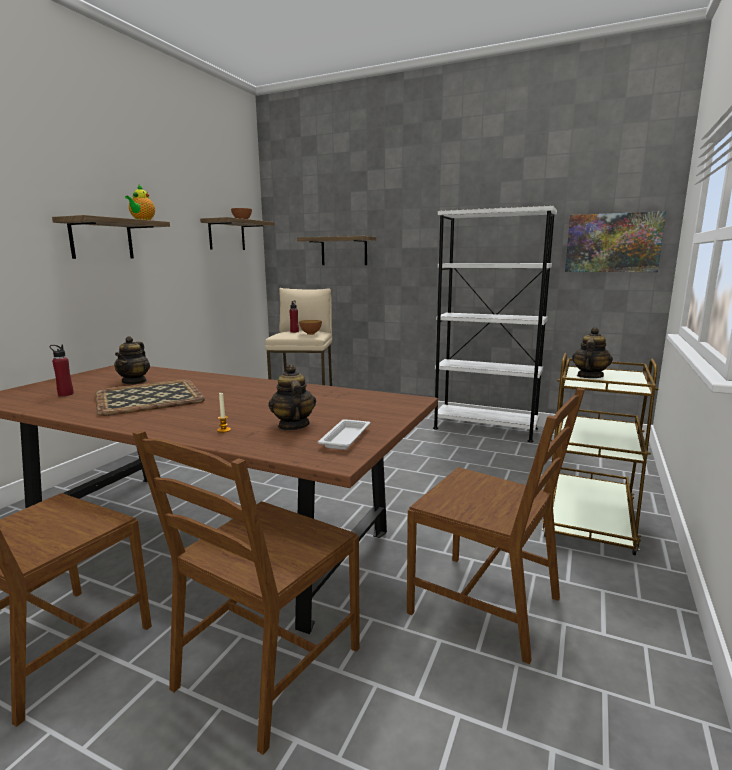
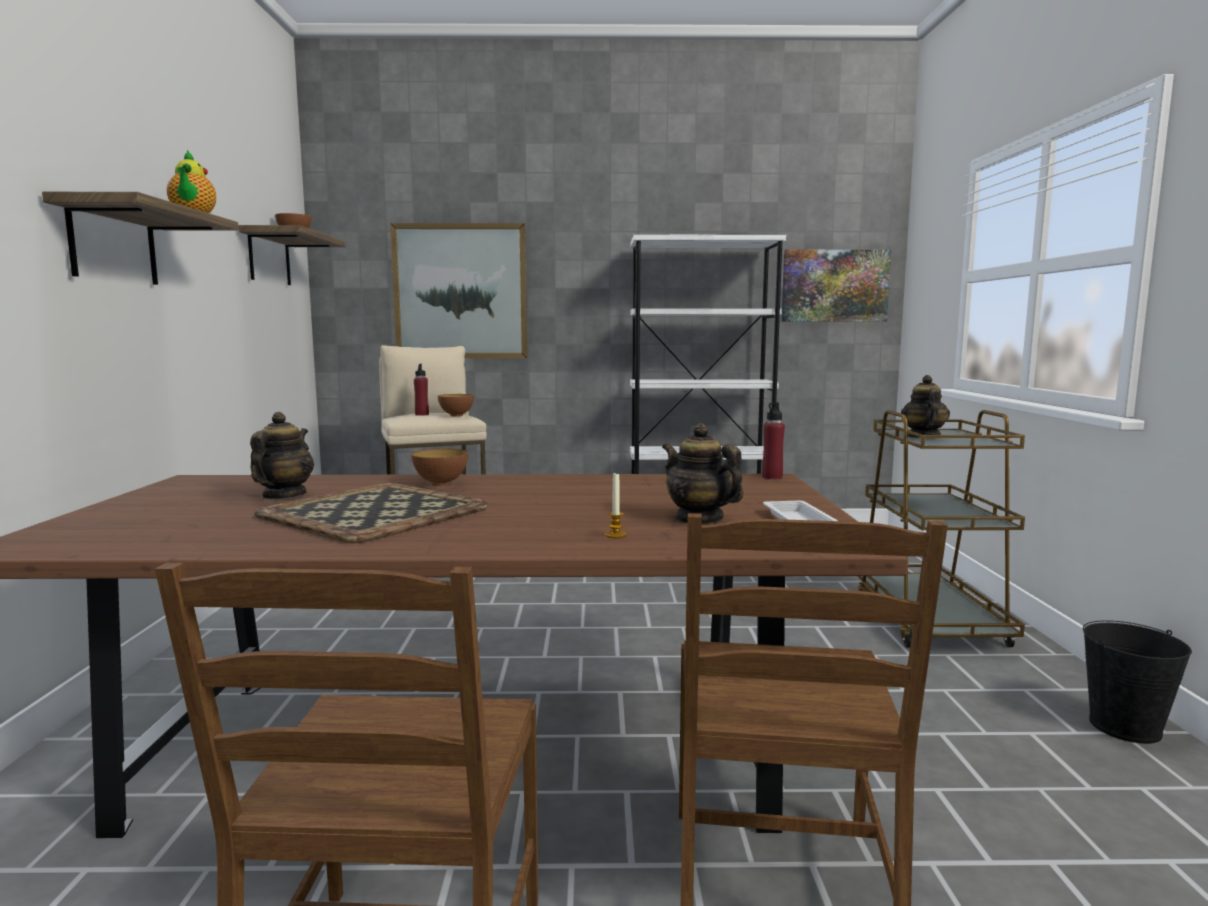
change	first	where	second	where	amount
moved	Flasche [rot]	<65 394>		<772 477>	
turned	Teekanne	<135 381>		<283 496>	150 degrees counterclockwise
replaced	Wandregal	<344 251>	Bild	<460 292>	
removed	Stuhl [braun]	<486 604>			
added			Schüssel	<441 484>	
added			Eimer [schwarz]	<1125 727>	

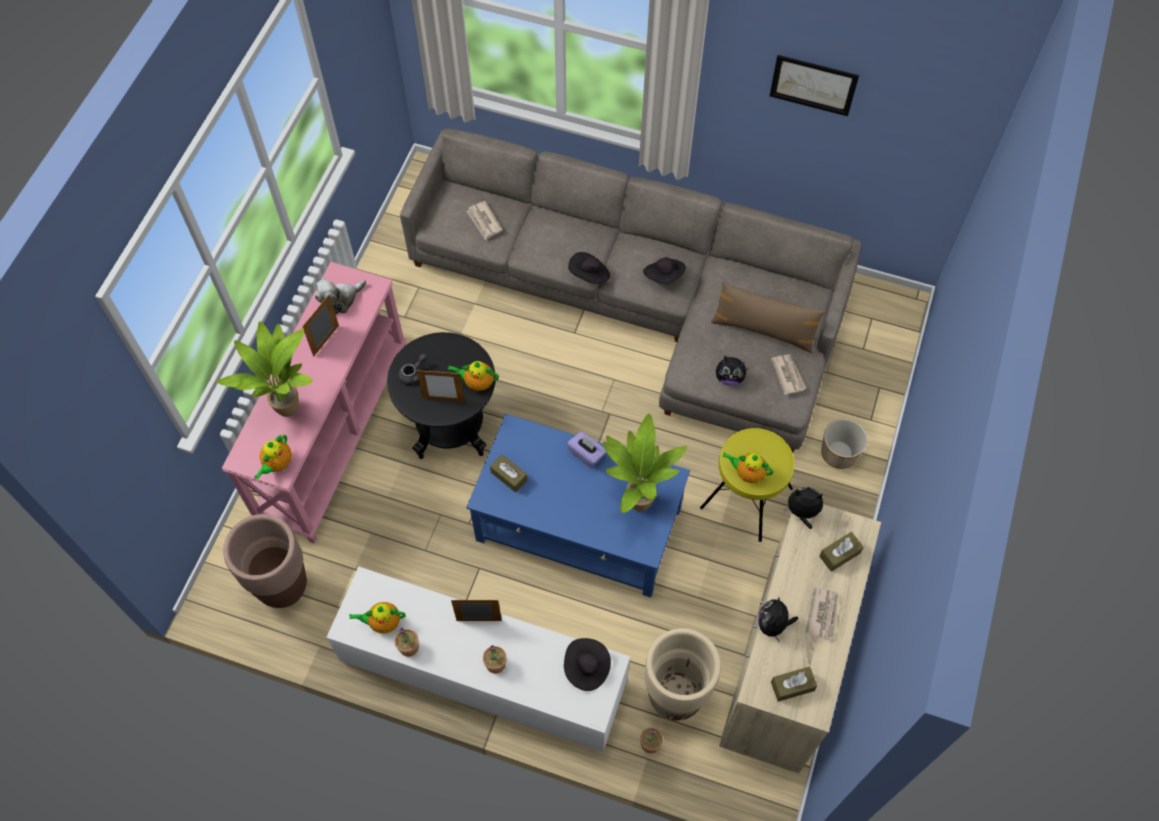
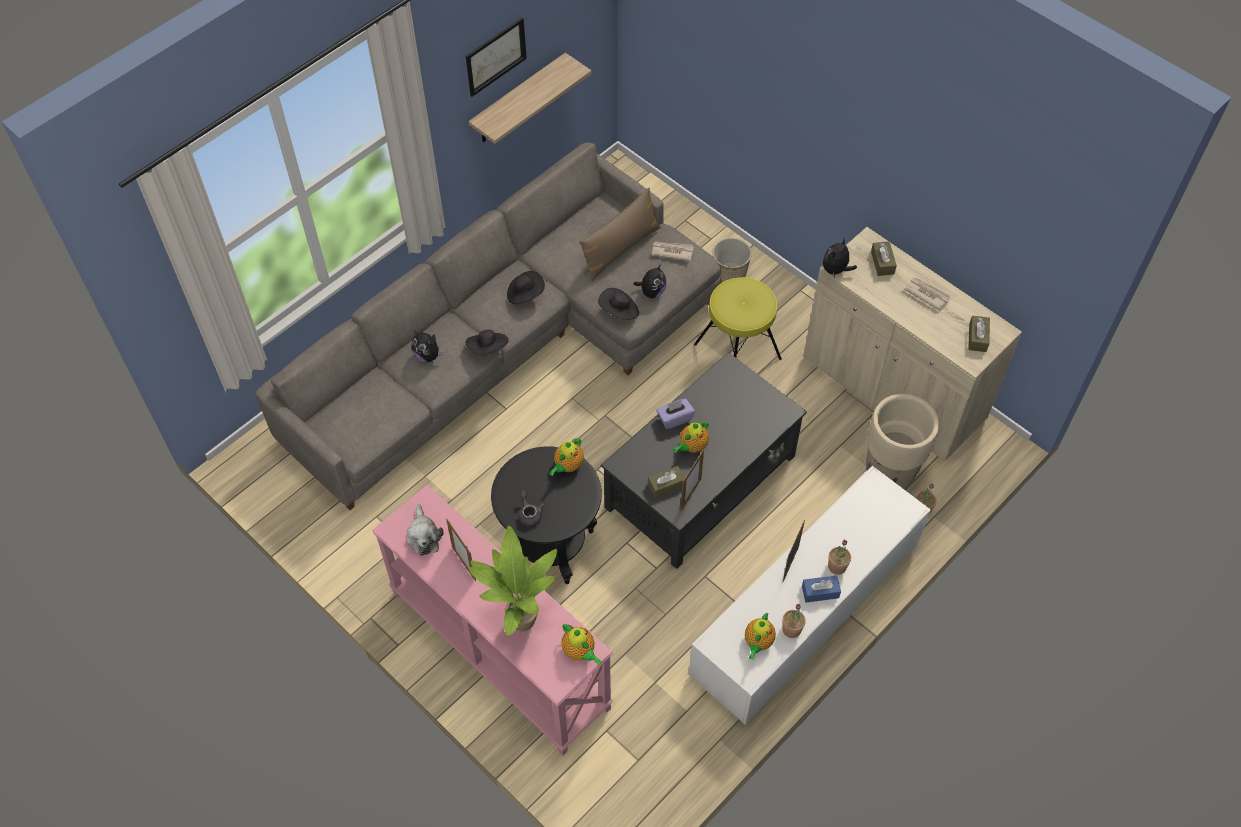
change	first	where	second	where	amount
removed	Pflanzkübel [braun]	<282 586>			
moved	Bilderrahmen	<443 400>		<690 494>	
removed	Zeitung	<484 222>			
recoloured	Couchtisch [blau]	<580 525>	Couchtisch [schwarz]	<701 481>	
moved	Hut [schwarz]	<586 668>		<619 311>	
removed	Topfpflanze	<636 501>			
moved	Teekanne	<747 473>		<692 446>	
moved	Plüschtier	<773 624>		<428 355>	
added			Wandregal	<518 100>	
added			Taschentuchbox [blau]	<820 592>	

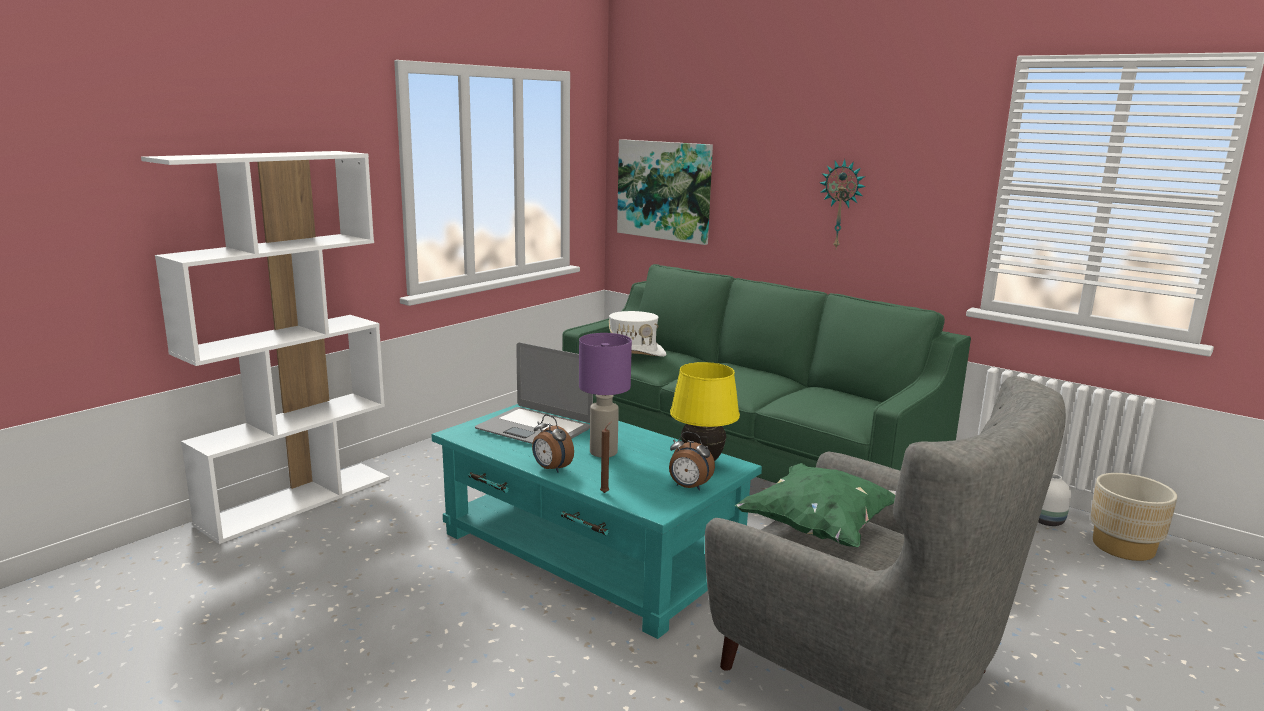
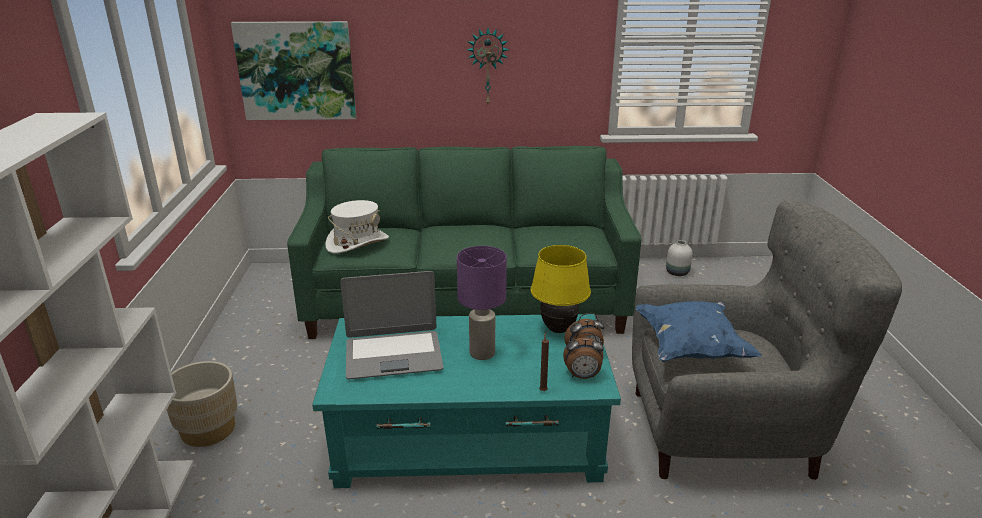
change	first	where	second	where	amount
moved	Wecker	<551 469>		<582 376>	
recoloured	Kissen [grün]	<819 528>	Kissen [blau]	<690 349>	
moved	Pflanzkübel [beige]	<1123 547>		<208 430>	

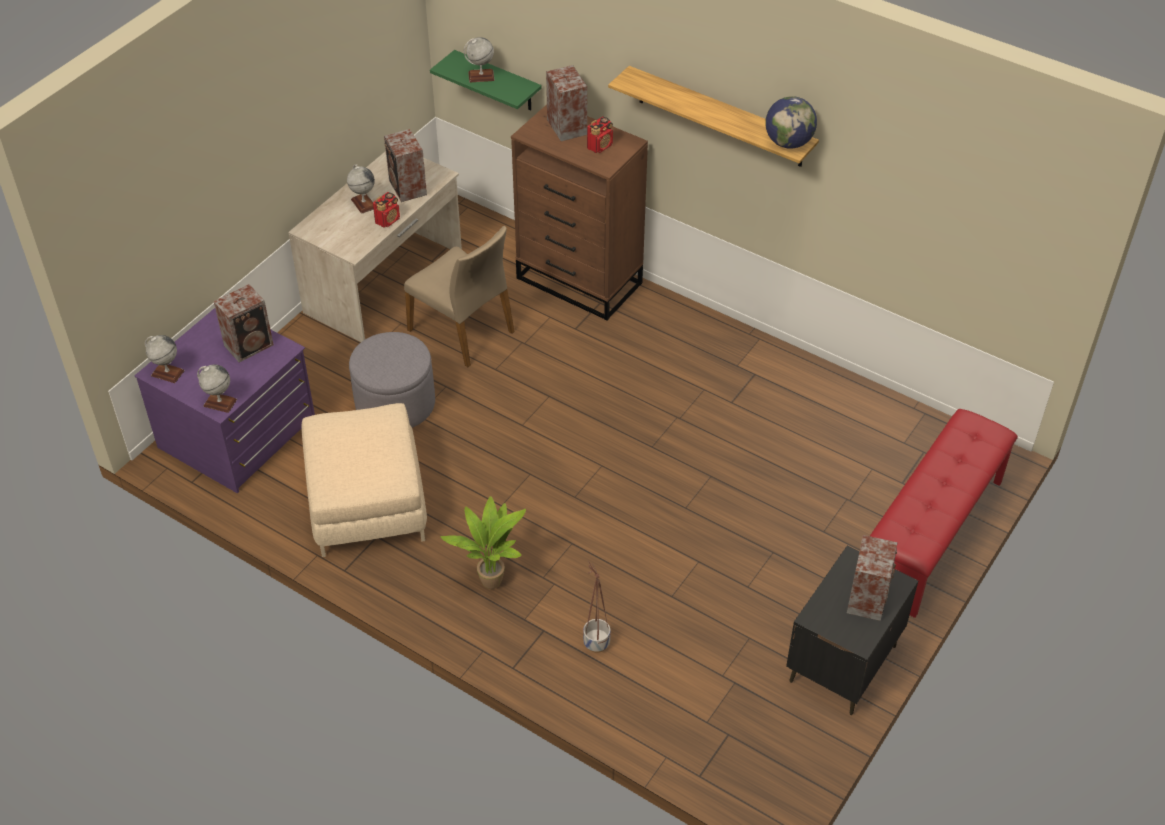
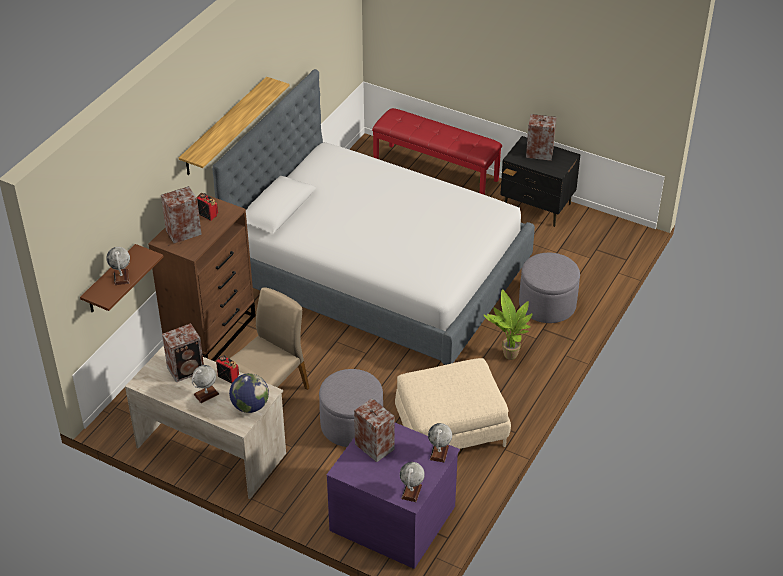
change	first	where	second	where	amount
recoloured	Wandregal [grün]	<498 81>	Wandregal [braun]	<110 280>	
replaced	Pflanzkübel	<596 644>	Polsterhocker [grau]	<547 305>	
moved	Globus	<788 143>		<250 406>	
added			Bett	<378 274>	

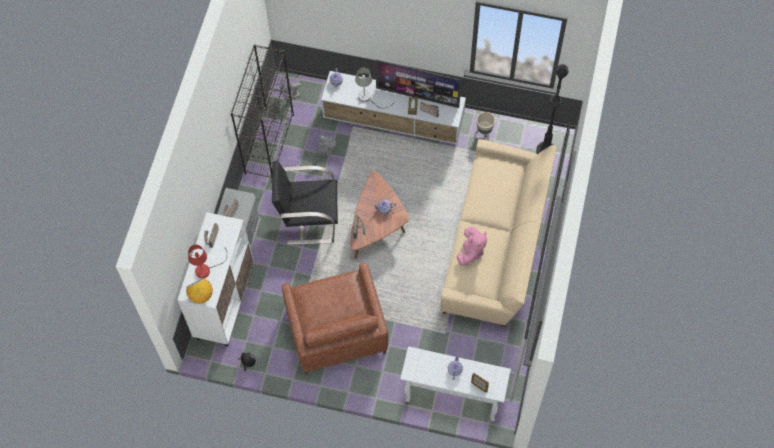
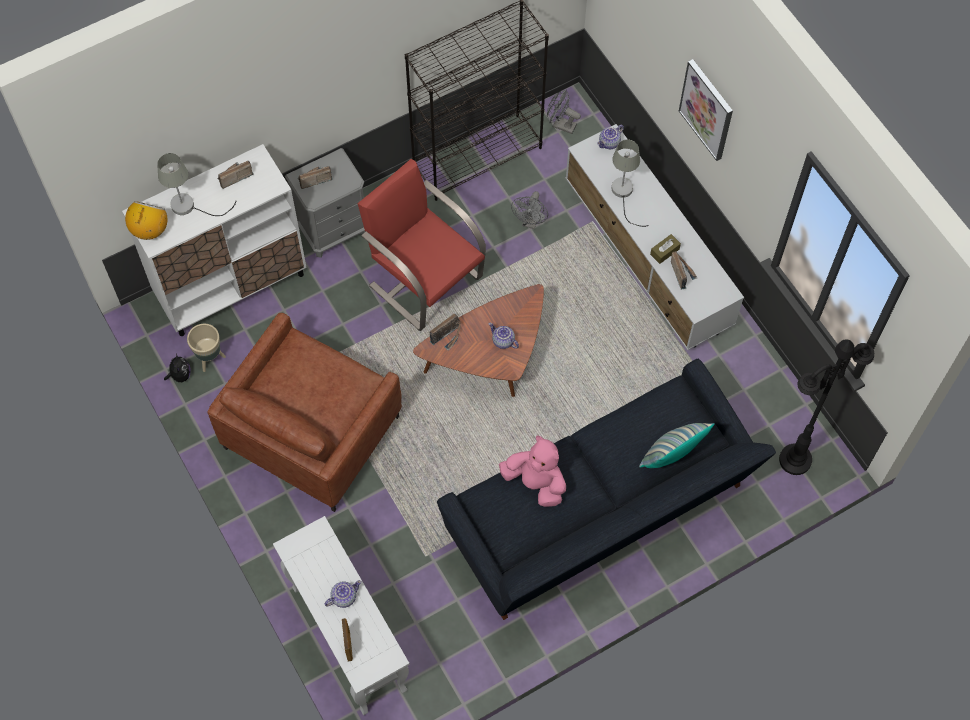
change	first	where	second	where	amount
recoloured	Tischlampe [rot]	<206 269>	Tischlampe [grau]	<190 206>	
recoloured	Sessel [schwarz]	<309 219>	Sessel [rot]	<424 280>	
removed	Fernseher	<418 96>			
recoloured	Sofa [beige]	<495 247>	Sofa [schwarz]	<599 515>	
turned	Plüschtier [rosa]	<471 251>		<535 482>	120 degrees counterclockwise
moved	Pflanzkübel [beige]	<484 134>		<210 359>	
added			Kissen	<671 456>	
added			Bild	<707 109>	

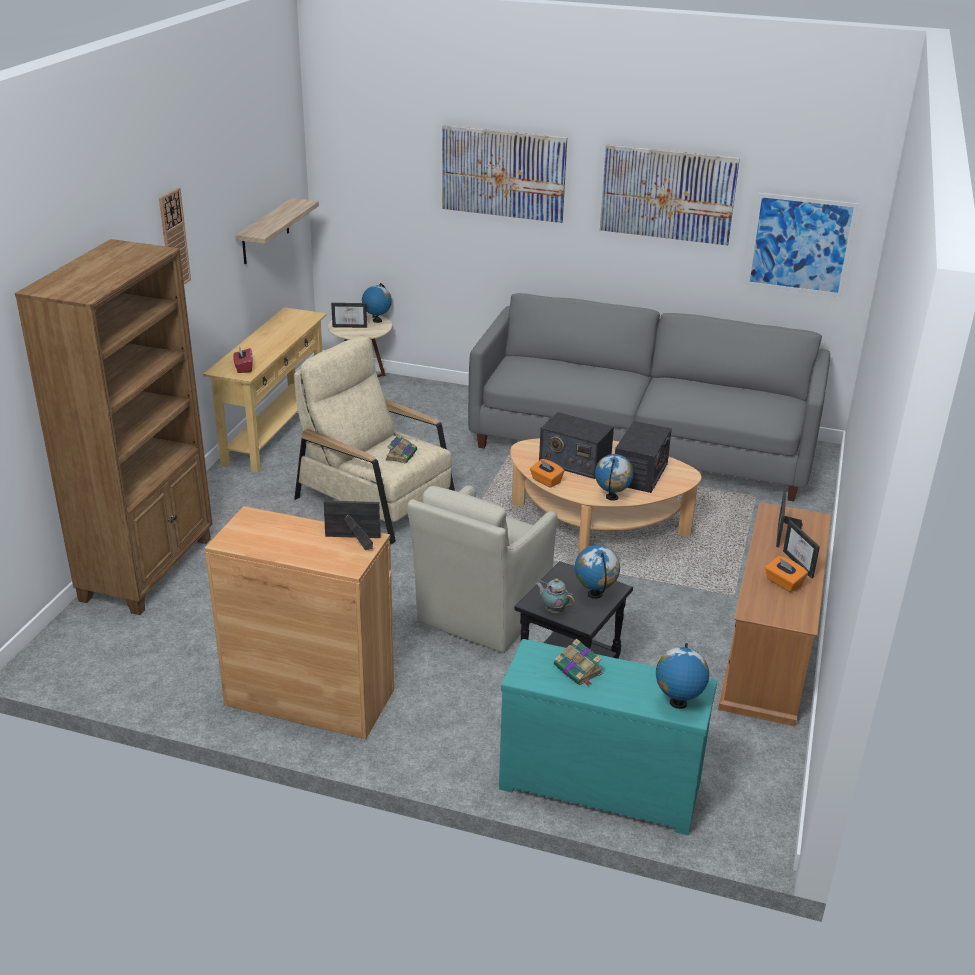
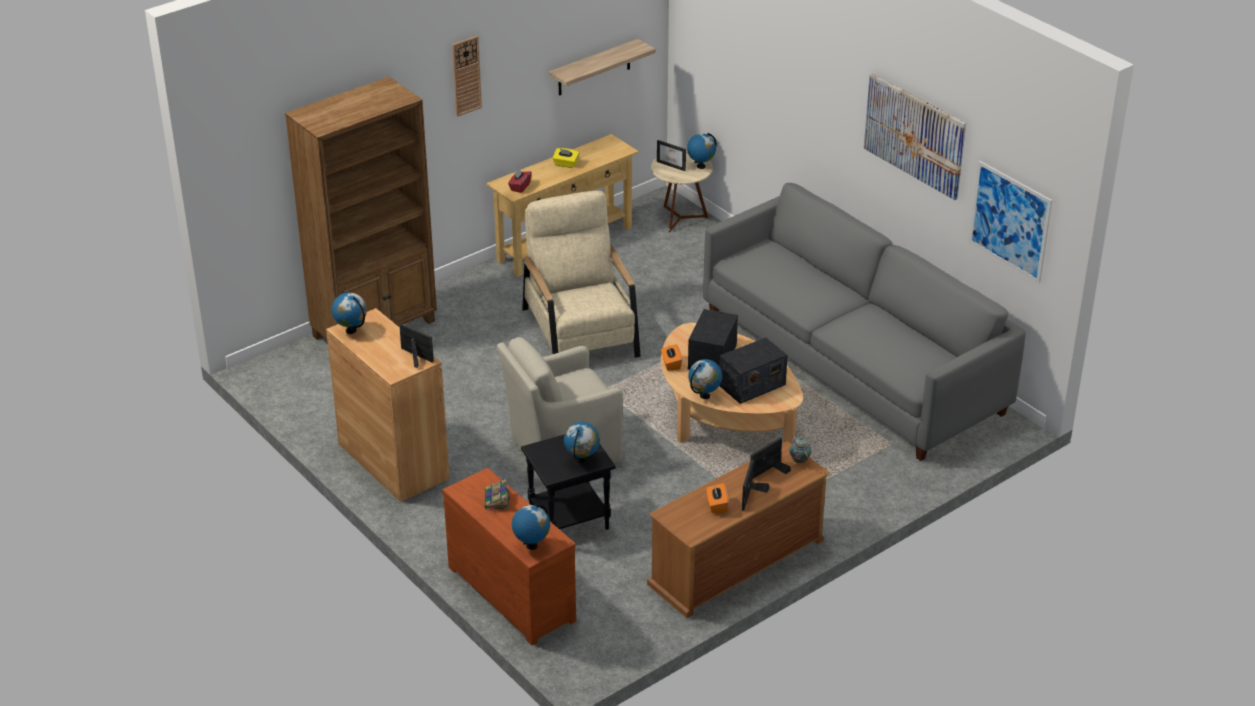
change	first	where	second	where	amount
removed	Buch	<401 455>			
removed	Bild	<503 173>			
recoloured	Kommode [türkis]	<600 782>	Kommode [braun]	<514 592>	
moved	Teekanne	<553 610>		<799 460>	
turned	Radio	<574 462>		<712 356>	45 degrees clockwise
added			Globus	<351 330>	
added			Taschentuchbox [gelb]	<565 164>	

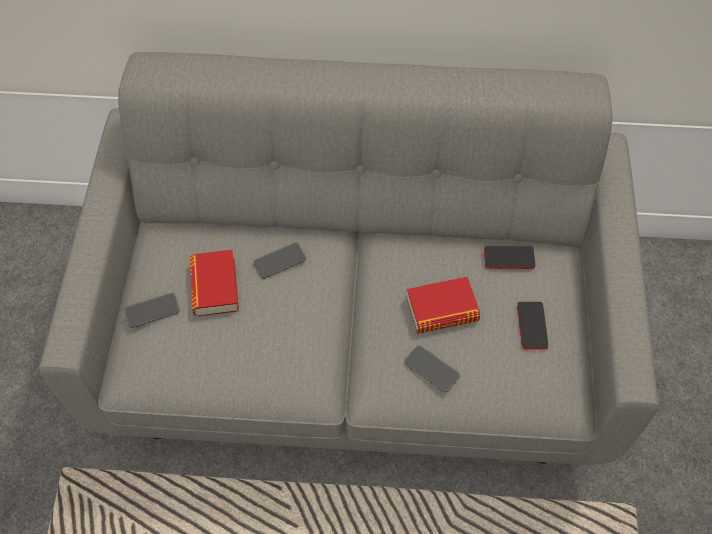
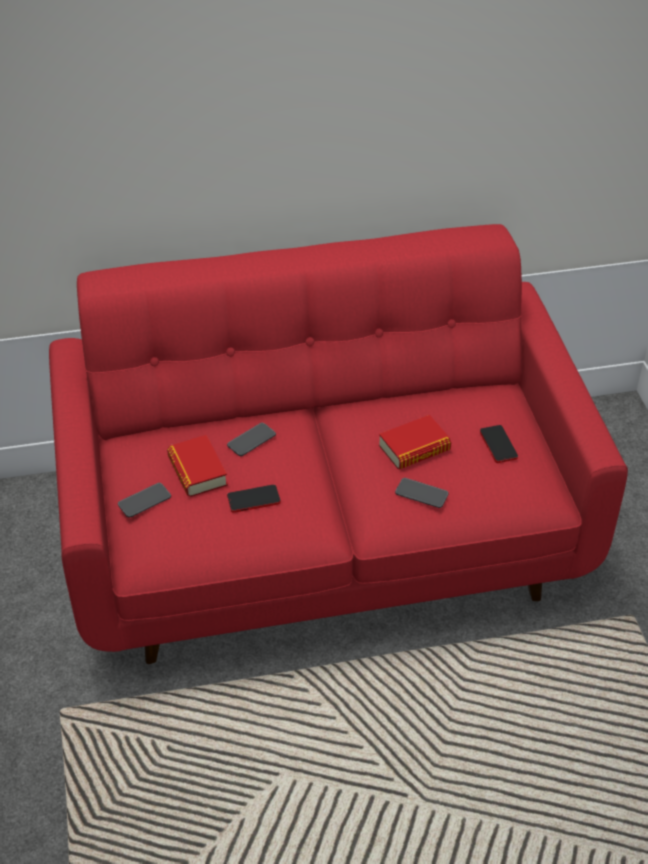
change	first	where	second	where	amount
recoloured	Sofa [grau]	<357 341>	Sofa [rot]	<324 538>	
moved	Handy	<509 258>		<253 499>	

